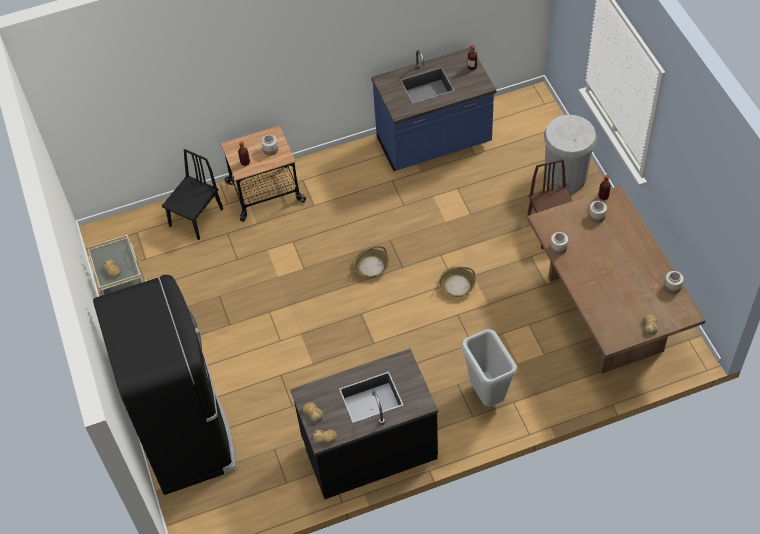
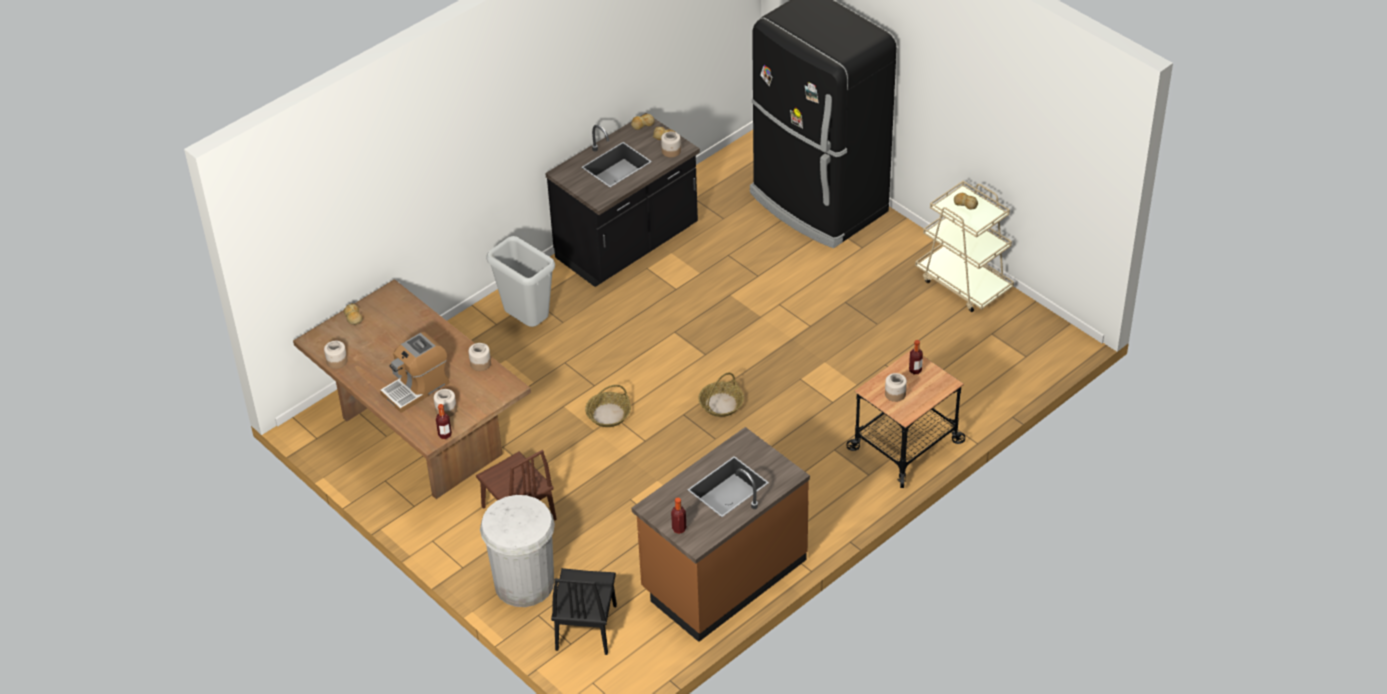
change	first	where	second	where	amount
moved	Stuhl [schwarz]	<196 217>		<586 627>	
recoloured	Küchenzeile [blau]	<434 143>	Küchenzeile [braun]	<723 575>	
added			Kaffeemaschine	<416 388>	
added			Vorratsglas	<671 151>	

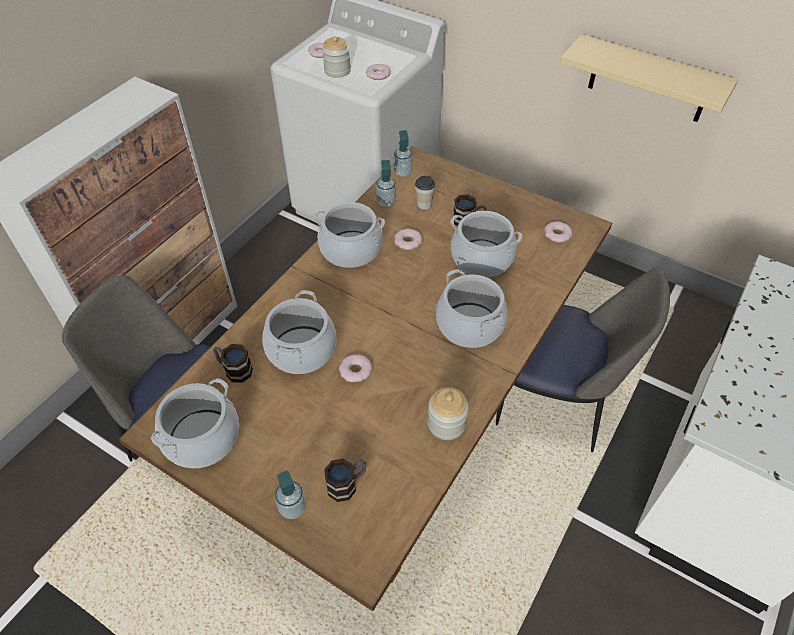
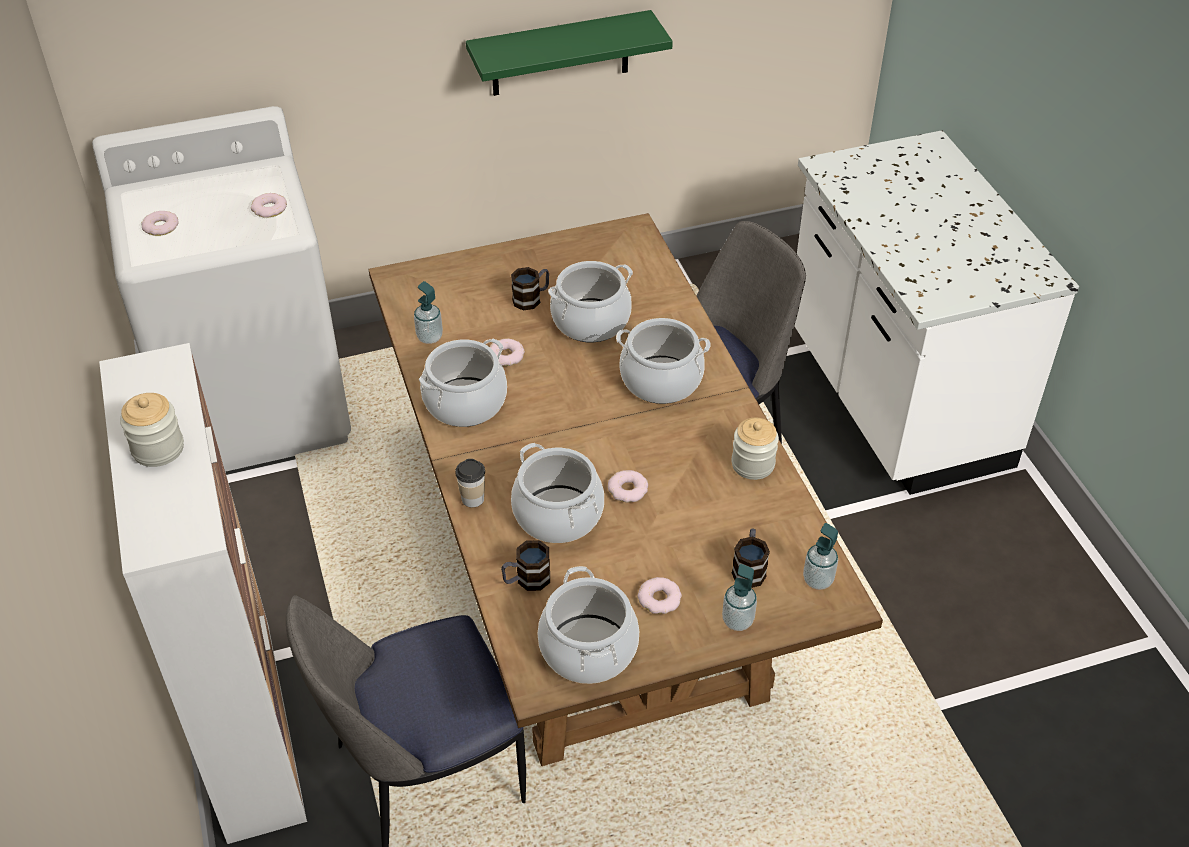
change	first	where	second	where	amount
moved	Vorratsglas	<337 71>		<158 449>	
moved	Seifenspender	<403 172>		<818 580>	
moved	Tasse	<424 204>		<472 499>	
moved	Donut	<557 234>		<659 599>	
recoloured	Wandregal [beige]	<648 80>	Wandregal [grün]	<560 54>	

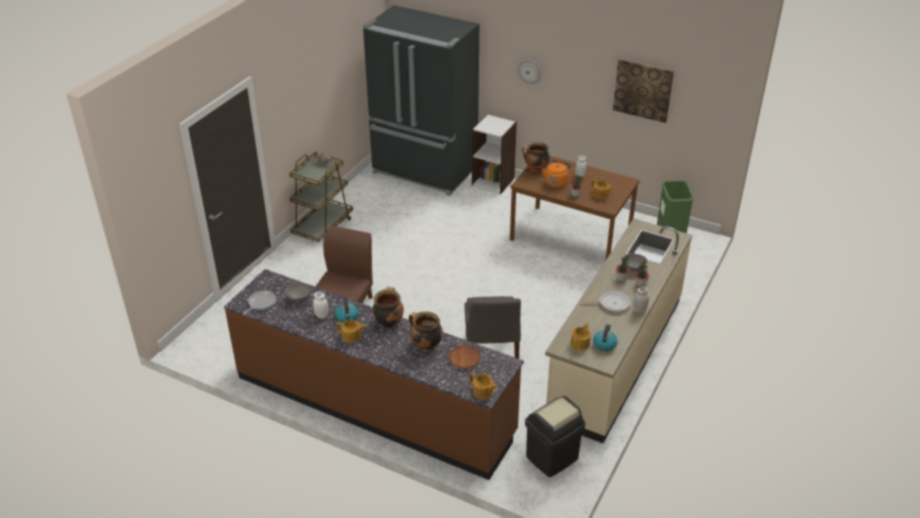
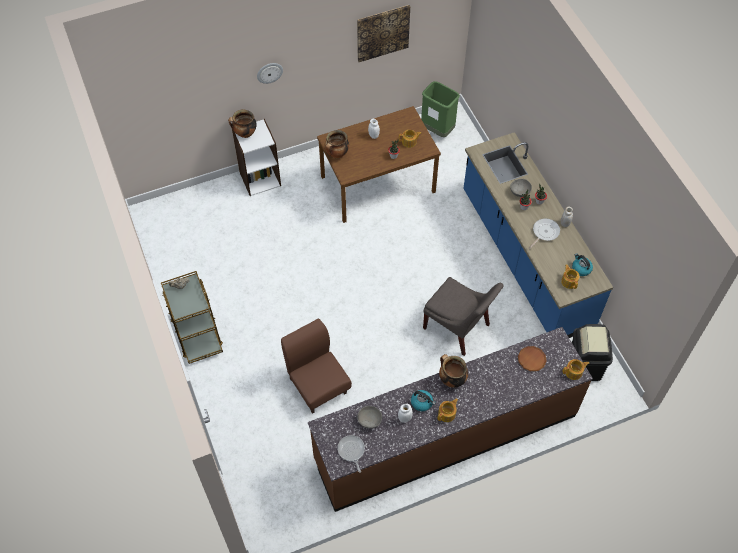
change	first	where	second	where	amount
removed	Kühlschrank [schwarz]	<424 171>			
moved	Kochtopf	<426 345>		<245 134>	
removed	Wasserkessel [orange]	<556 182>			
recoloured	Küchenzeile [beige]	<615 356>	Küchenzeile [blau]	<525 258>	

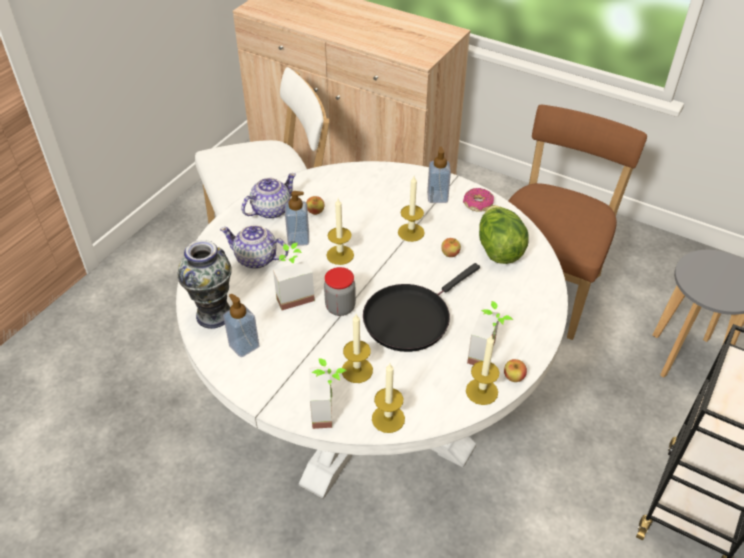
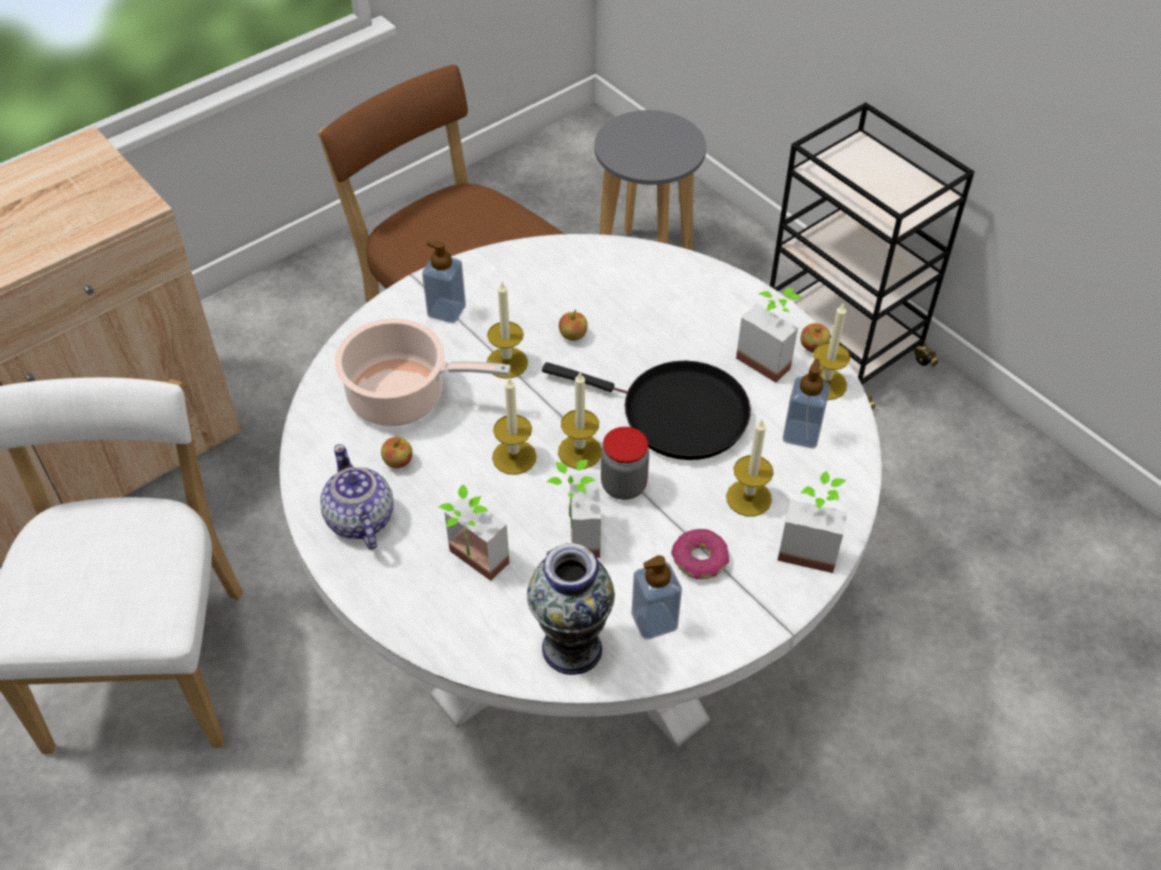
change	first	where	second	where	amount
replaced	Teekanne	<256 259>	Topfpflanze	<471 564>	
moved	Seifenspender	<298 239>		<801 434>	
turned	Pfanne [schwarz]	<410 318>		<676 414>	45 degrees counterclockwise
moved	Kerze	<388 418>		<580 451>	
moved	Donut	<477 204>		<699 560>	
removed	Salatkopf	<498 249>			
added			Kochtopf	<403 397>	

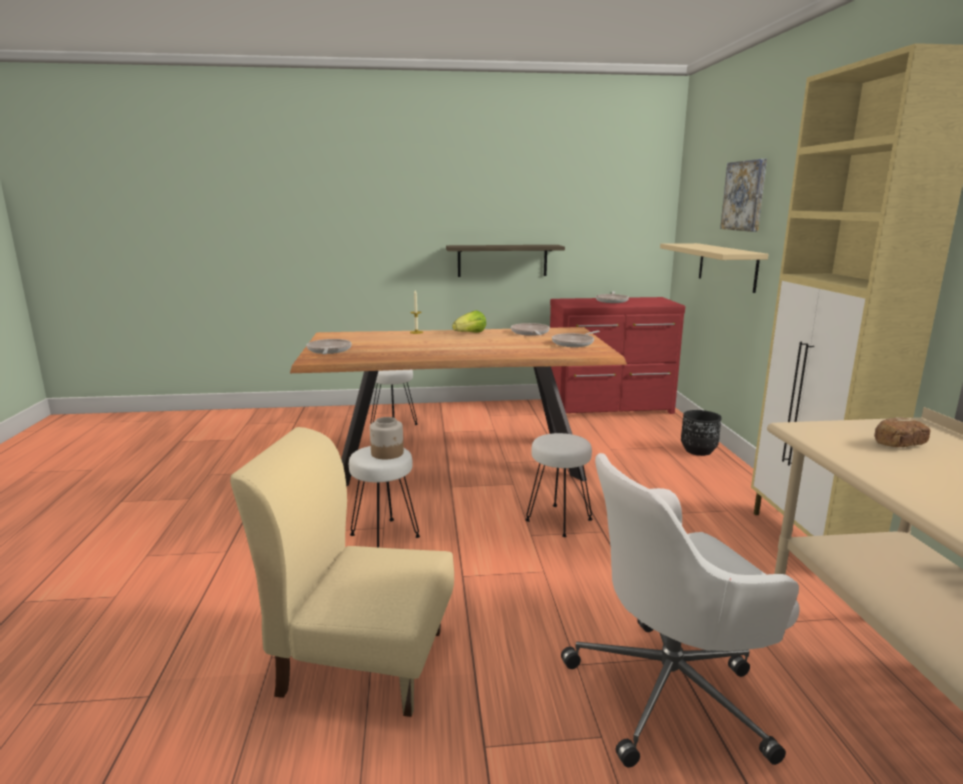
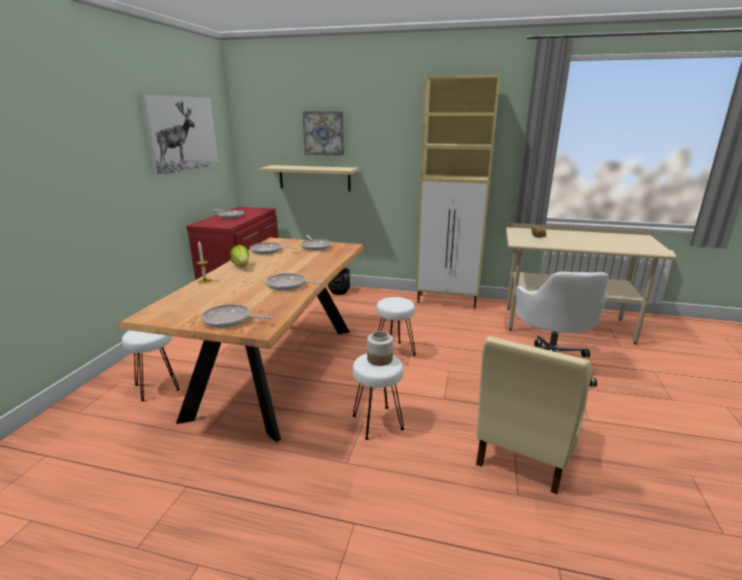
change	first	where	second	where	amount
removed	Wandregal	<502 260>			
added			Bild	<182 134>	
added			Pfanne	<288 285>	

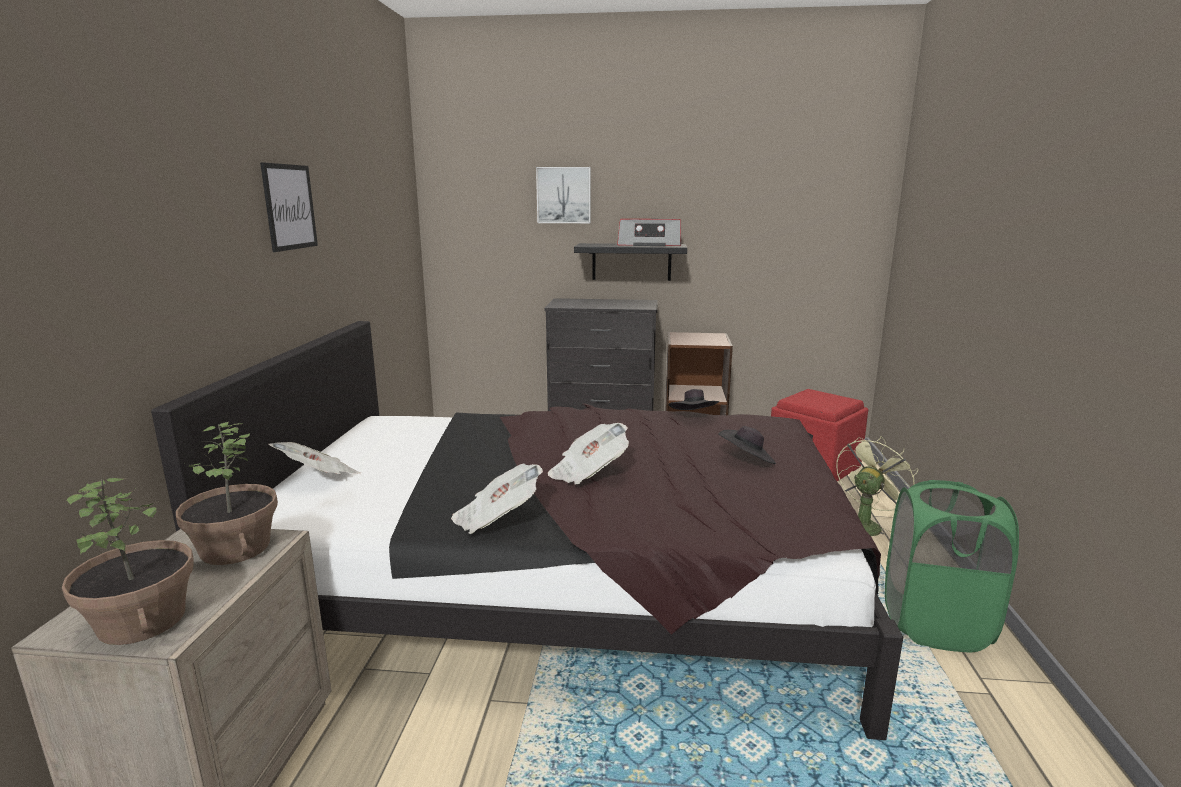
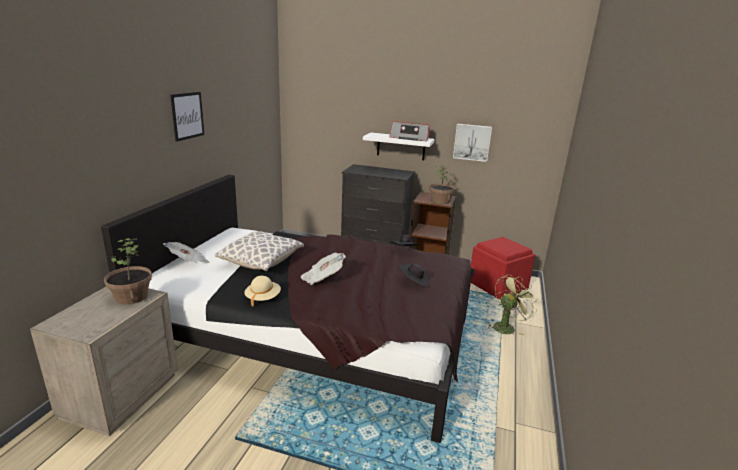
change	first	where	second	where	amount
moved	Topfpflanze	<143 620>		<441 201>	
replaced	Zeitung	<497 519>	Hut [beige]	<263 298>	
moved	Bild	<564 195>		<472 142>	
recoloured	Wandregal [schwarz]	<631 262>	Wandregal [weiß]	<401 146>	
removed	Wäschekorb [grün]	<935 624>			
added			Kissen	<261 262>	

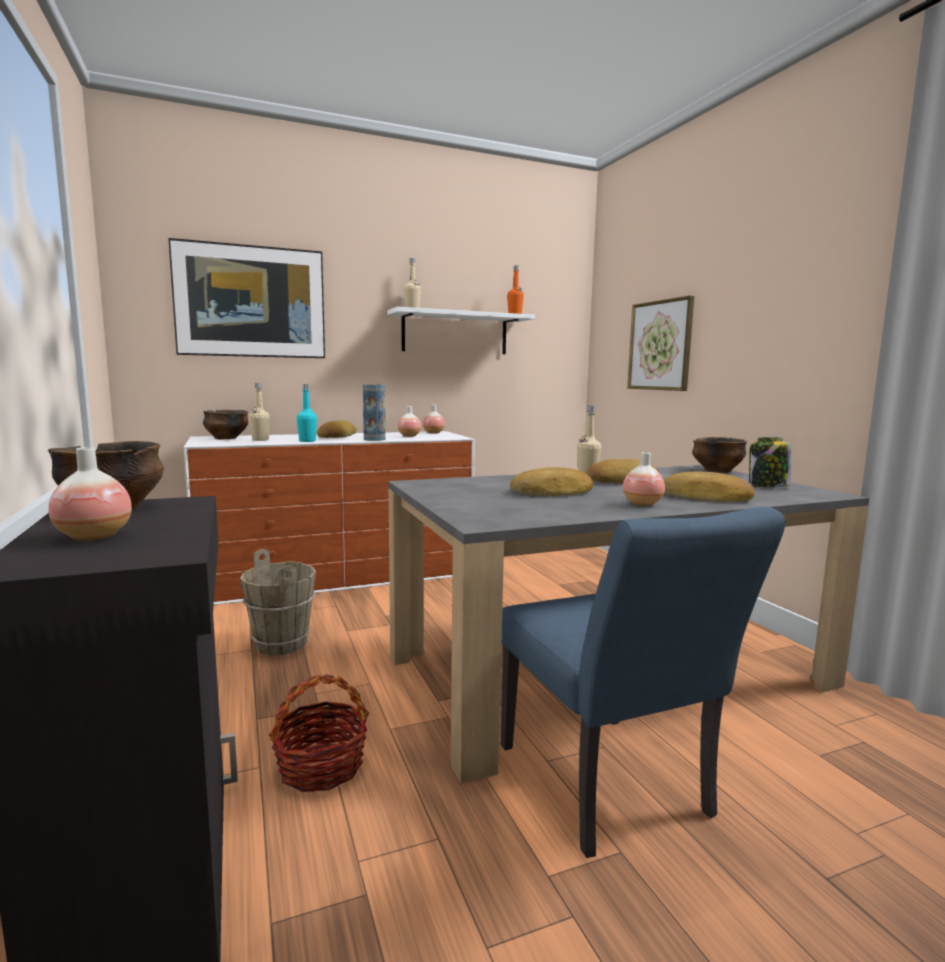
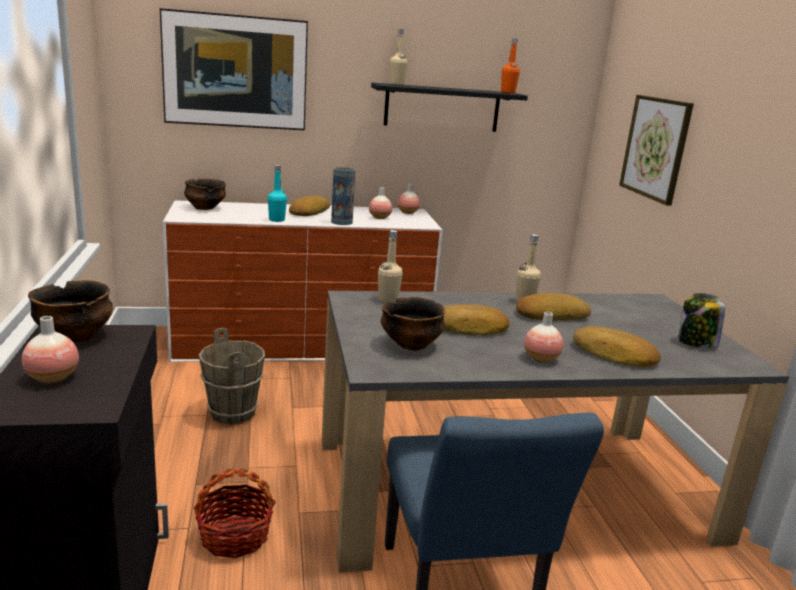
change	first	where	second	where	amount
moved	Flasche [beige]	<260 440>		<388 299>	
recoloured	Wandregal [weiß]	<455 333>	Wandregal [schwarz]	<442 108>	
moved	Schüssel	<717 471>		<411 345>	

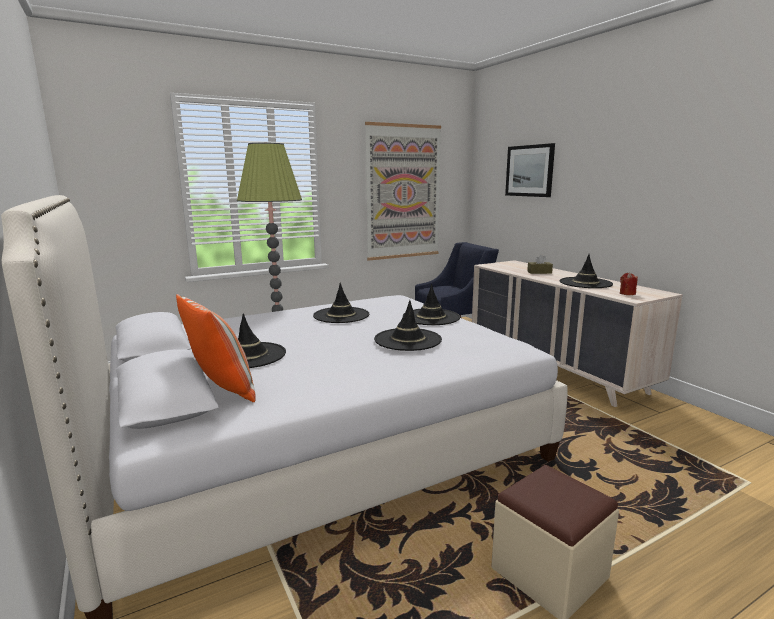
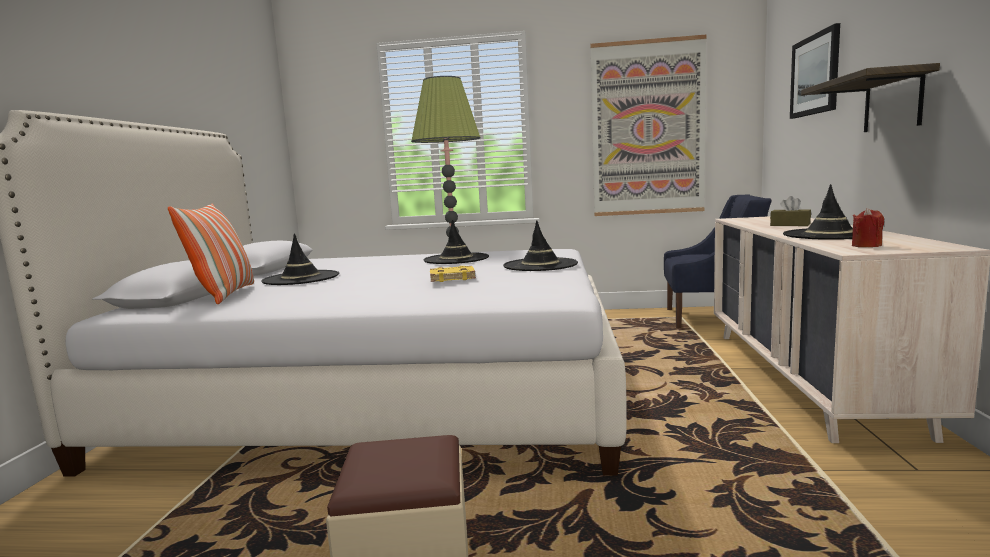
change	first	where	second	where	amount
replaced	Hut [schwarz]	<407 340>	Buch [gelb]	<452 278>	
added			Wandregal	<893 102>	

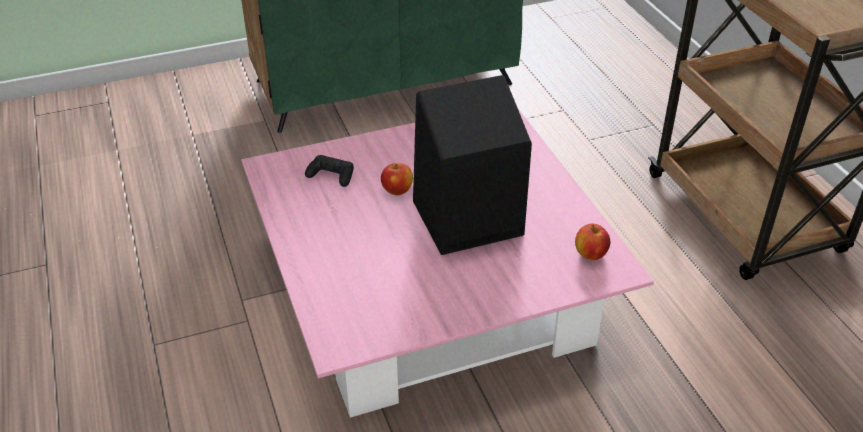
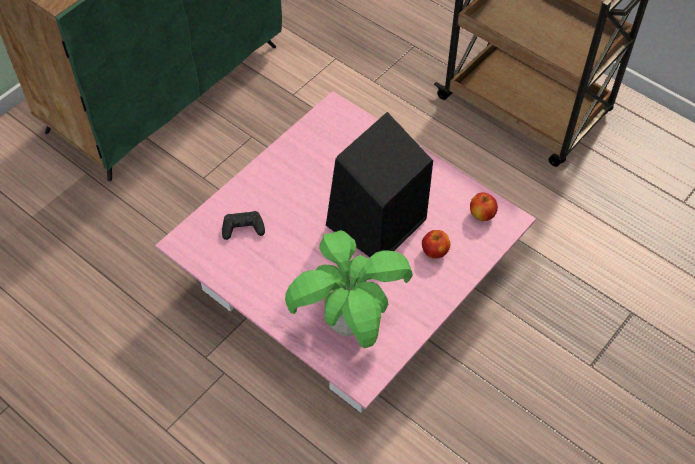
change	first	where	second	where	amount
moved	Apfel	<397 190>		<435 252>	
added			Topfpflanze	<349 322>	

